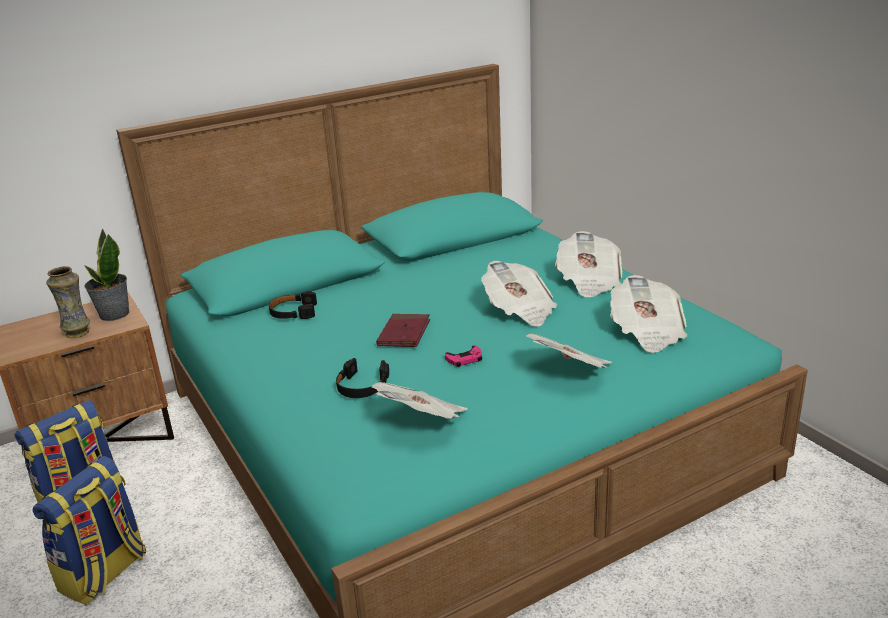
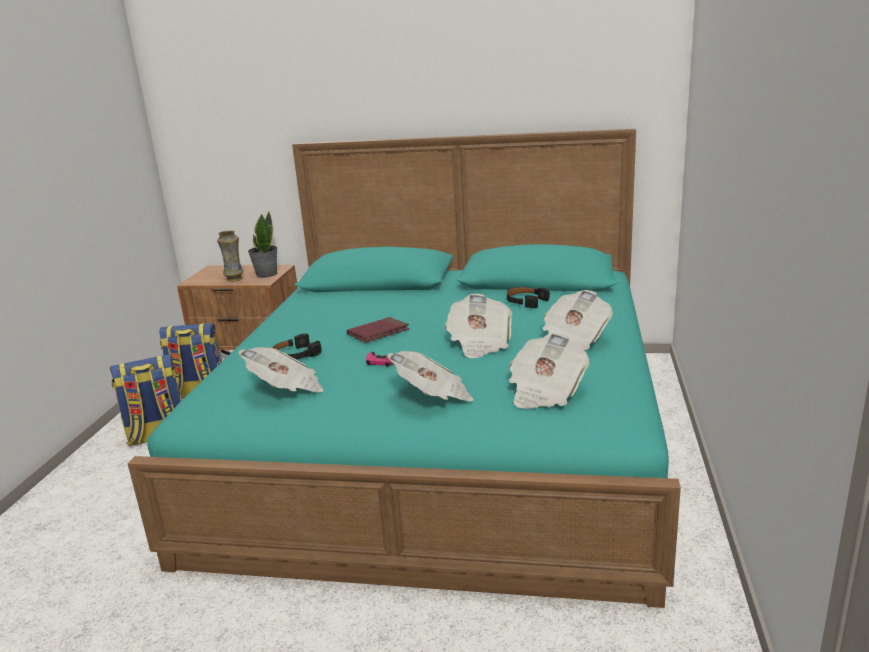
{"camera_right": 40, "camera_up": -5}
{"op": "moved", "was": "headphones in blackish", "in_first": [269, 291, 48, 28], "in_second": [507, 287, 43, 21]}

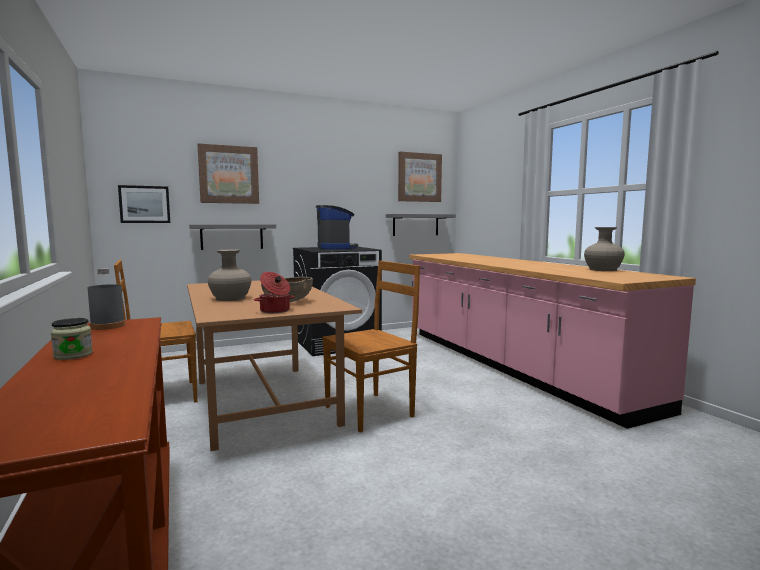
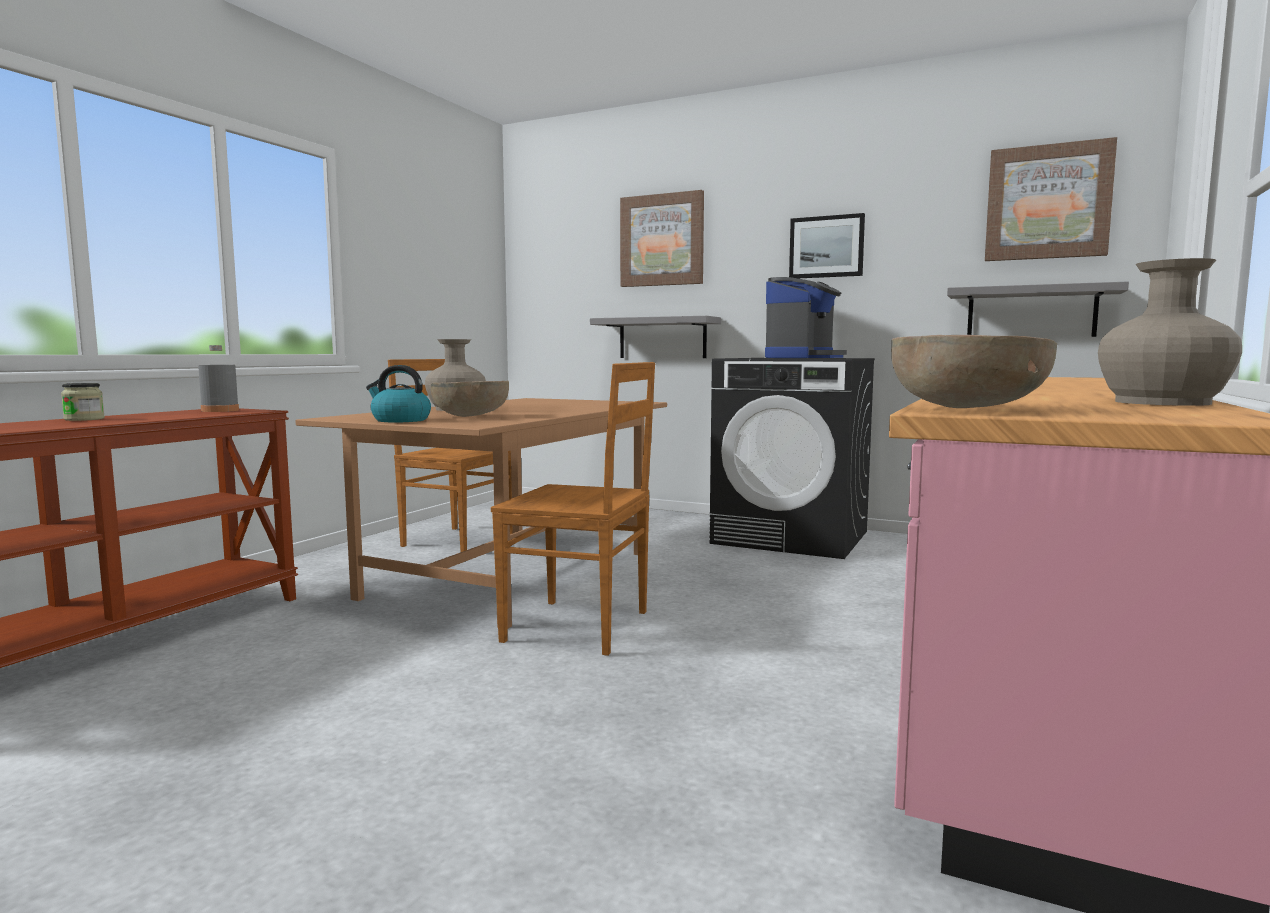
{"camera_right": 50, "camera_up": 0}
{"op": "added", "now": "deep dish in brownish", "in_second": [891, 335, 166, 73]}
{"op": "moved", "was": "picture", "in_first": [118, 185, 52, 38], "in_second": [789, 213, 76, 65]}
{"op": "replaced", "was": "cooking pot", "now": "water kettle", "in_first": [254, 272, 41, 41], "in_second": [366, 365, 65, 58]}

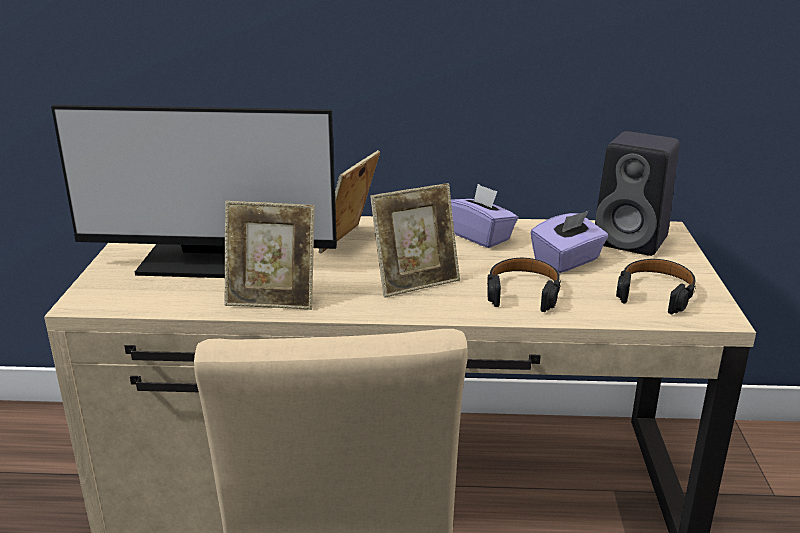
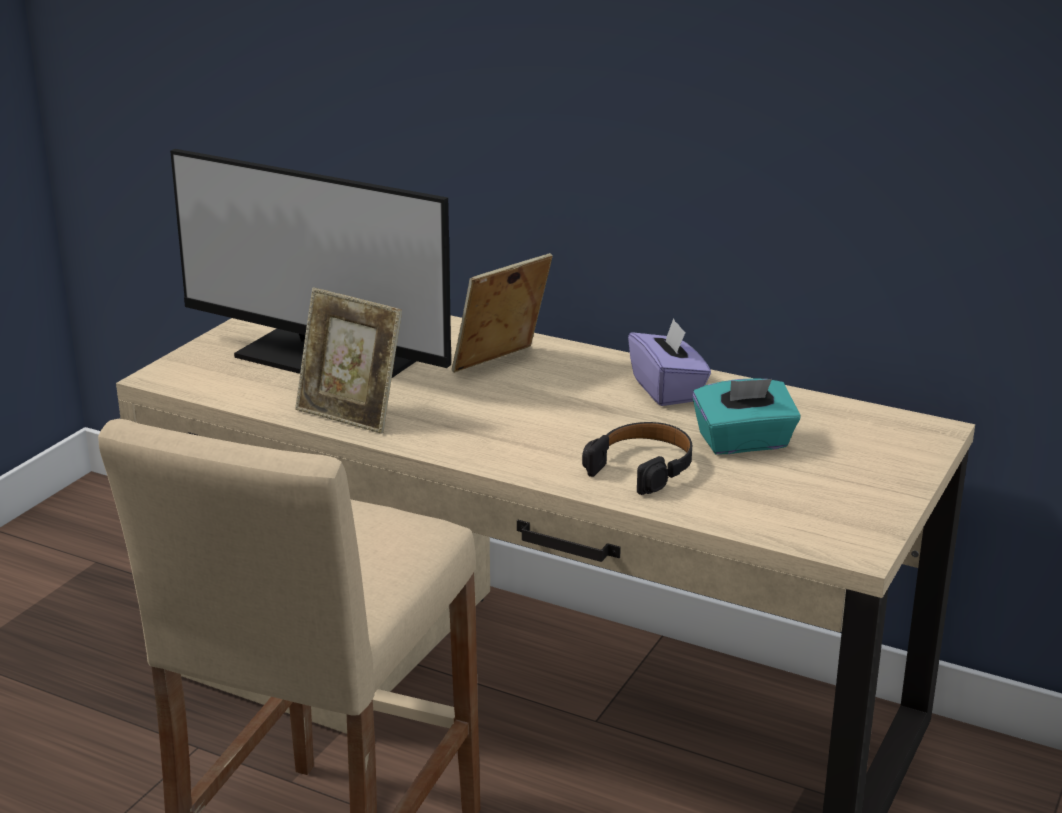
{"camera_right": 25, "camera_up": 0}
{"op": "removed", "was": "photo frame", "in_first": [370, 183, 90, 114]}
{"op": "removed", "was": "speaker in blackish", "in_first": [595, 131, 85, 125]}
{"op": "removed", "was": "headphones in blackish", "in_first": [616, 259, 80, 55]}
{"op": "recoloured", "was": "box of tissues in purple-coloured", "now": "box of tissues in turquoise", "in_first": [531, 211, 77, 62], "in_second": [692, 378, 109, 77]}

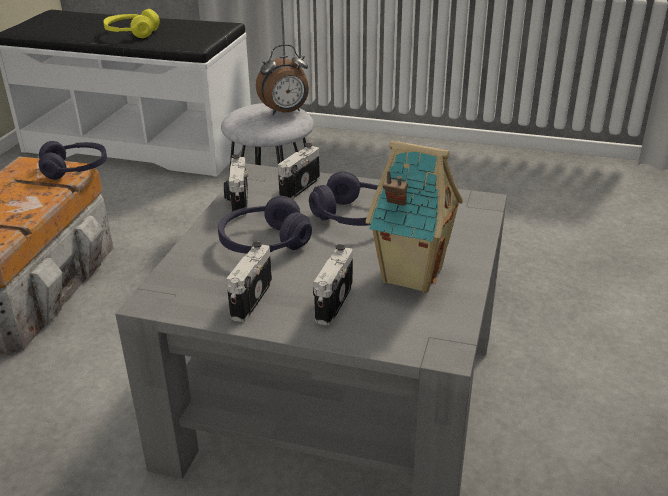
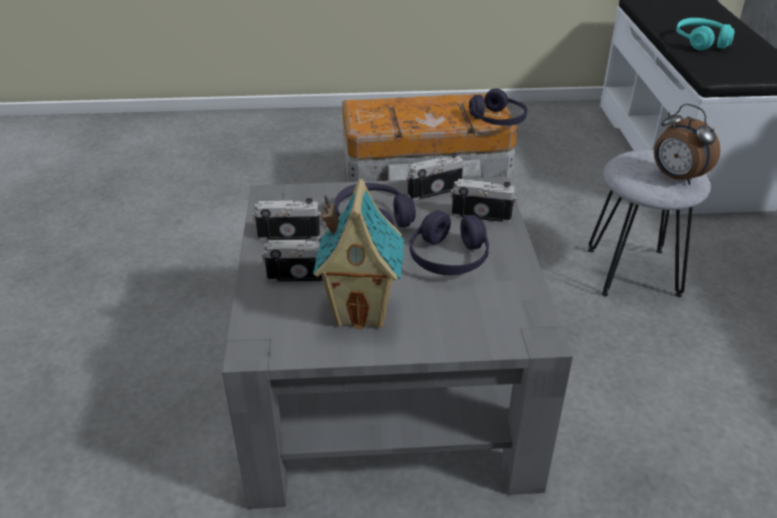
{"camera_right": 70, "camera_up": 5}
{"op": "recoloured", "was": "headphones in yellowish", "now": "headphones in turquoise", "in_first": [103, 9, 57, 29], "in_second": [676, 18, 59, 33]}

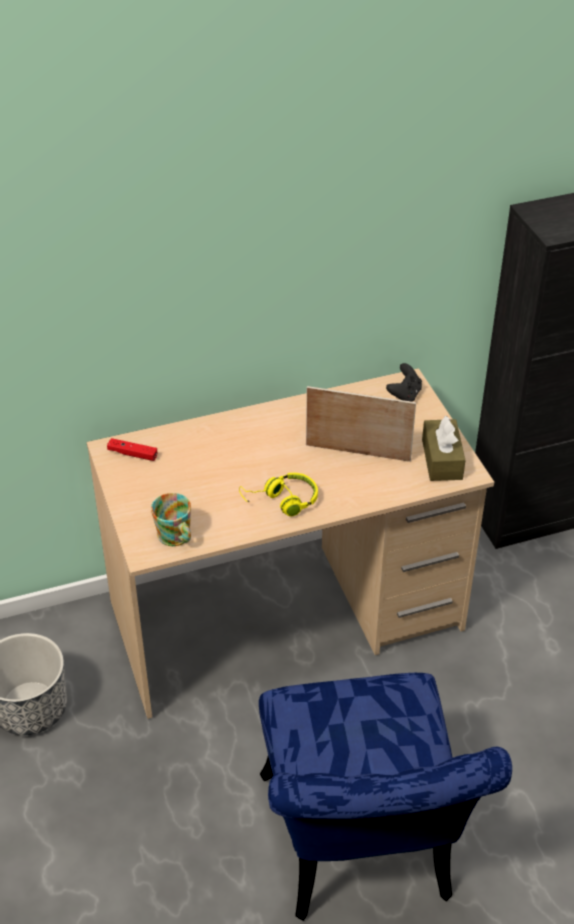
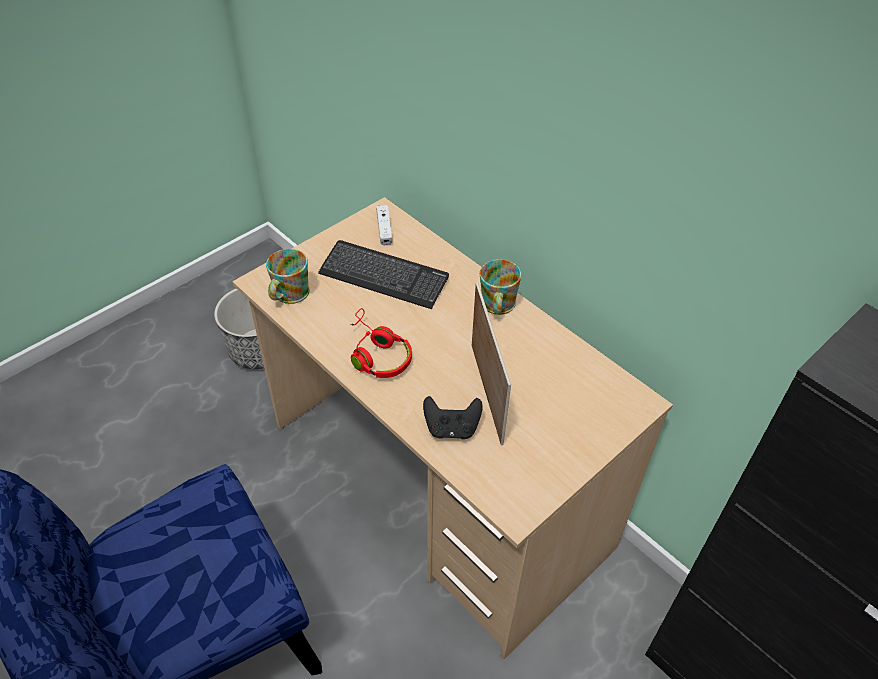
{"camera_right": 65, "camera_up": 5}
{"op": "removed", "was": "box of tissues in brownish", "in_first": [422, 415, 44, 66]}
{"op": "added", "now": "computer keyboard", "in_second": [318, 240, 131, 69]}
{"op": "added", "now": "tea mug", "in_second": [480, 259, 41, 56]}
{"op": "moved", "was": "gamepad in blackish", "in_first": [386, 363, 36, 39], "in_second": [423, 396, 59, 43]}
{"op": "recoloured", "was": "gamepad in red", "now": "gamepad in white-coloured", "in_first": [107, 438, 50, 23], "in_second": [377, 205, 15, 40]}
{"op": "recoloured", "was": "headphones in yellowish", "now": "headphones in red", "in_first": [239, 473, 79, 43], "in_second": [350, 308, 62, 70]}

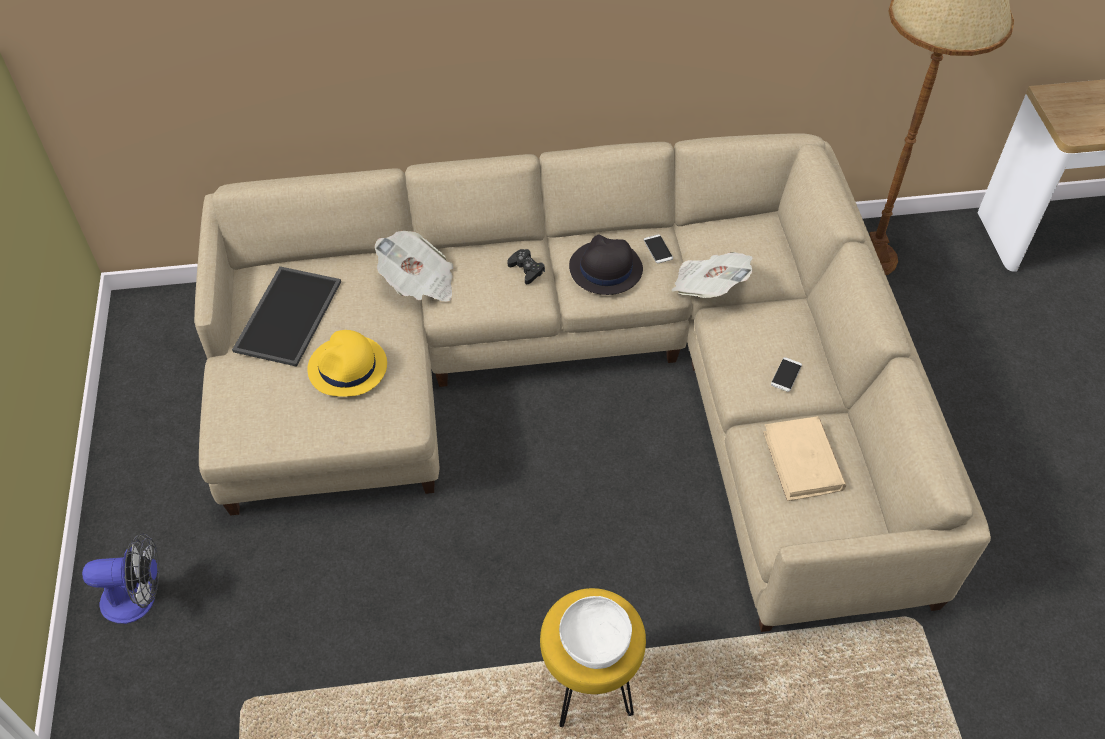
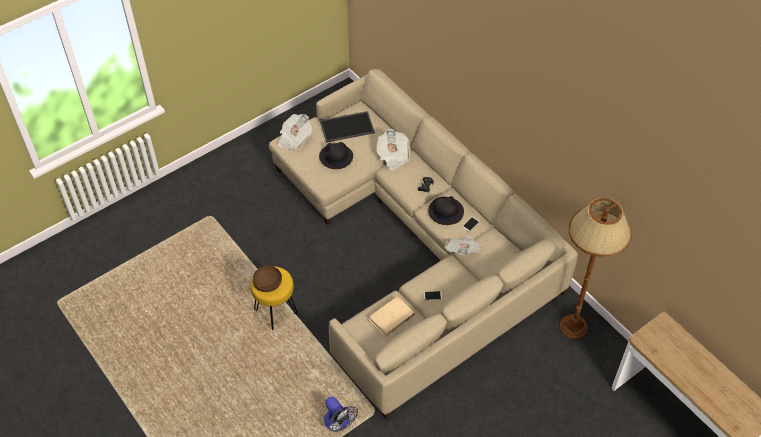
{"camera_right": 60, "camera_up": 0}
{"op": "added", "now": "printed paper", "in_second": [278, 114, 34, 37]}
{"op": "moved", "was": "electric fan", "in_first": [82, 533, 77, 91], "in_second": [324, 396, 34, 36]}
{"op": "recoloured", "was": "hat in yellowish", "now": "hat in blackish", "in_first": [307, 330, 80, 67], "in_second": [319, 142, 34, 27]}
{"op": "recoloured", "was": "deep dish in white-coloured", "now": "deep dish in brownish", "in_first": [559, 596, 73, 73], "in_second": [253, 266, 29, 26]}

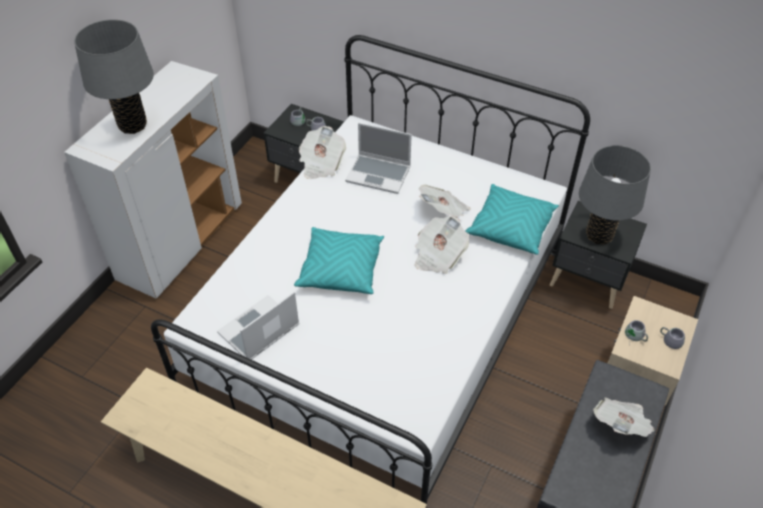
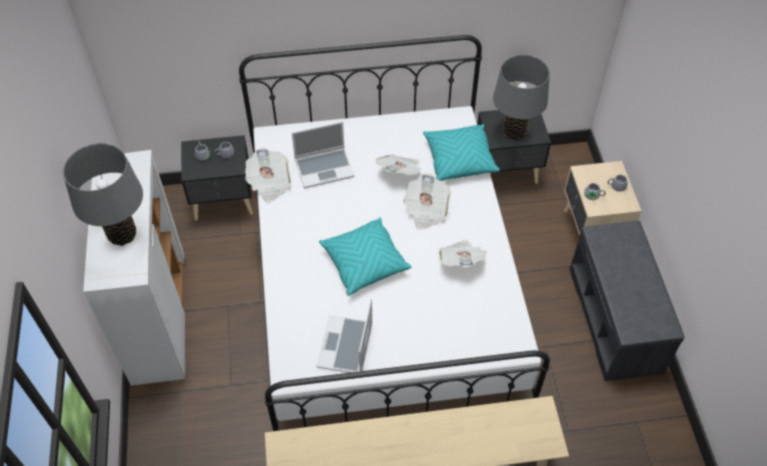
{"camera_right": -35, "camera_up": 5}
{"op": "moved", "was": "printed paper", "in_first": [593, 398, 62, 39], "in_second": [438, 240, 49, 28]}

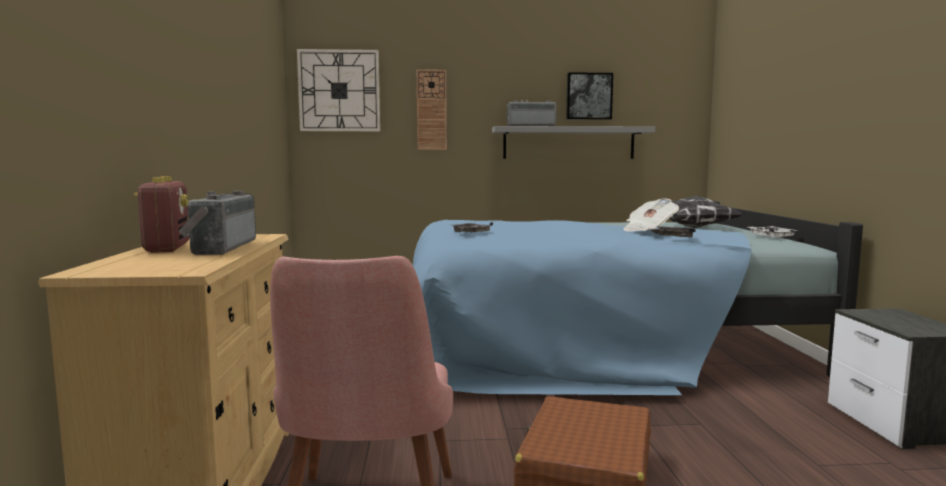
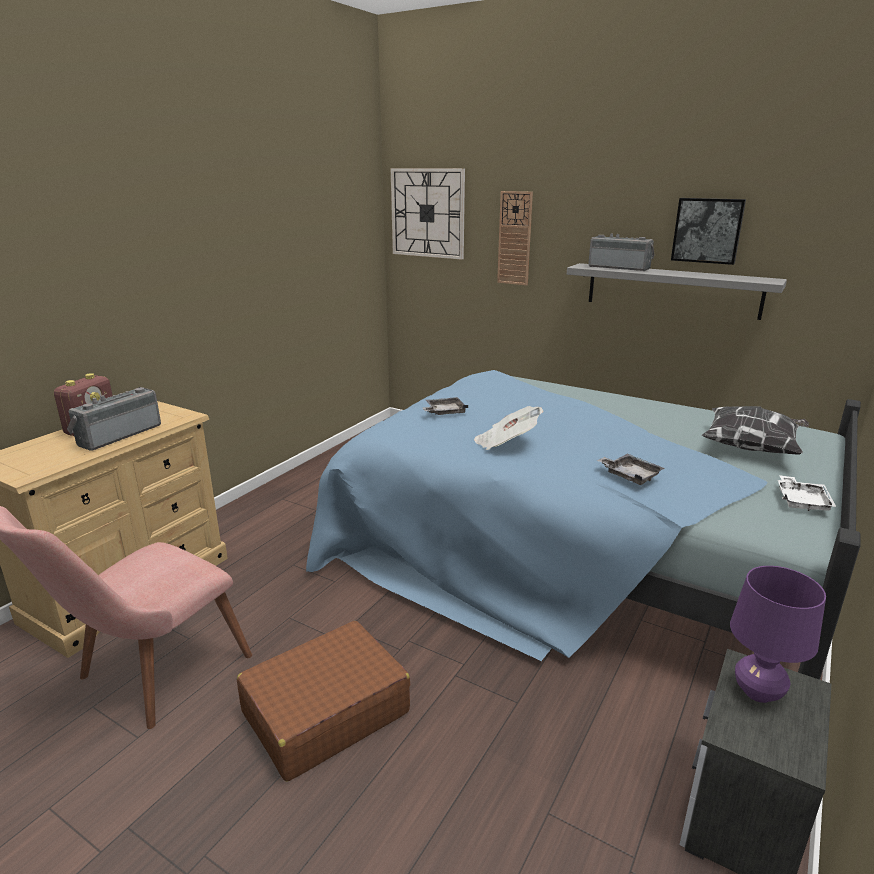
{"camera_right": 35, "camera_up": 15}
{"op": "added", "now": "tabletop lamp in purple-coloured", "in_second": [730, 566, 96, 137]}
{"op": "moved", "was": "printed paper", "in_first": [623, 198, 56, 34], "in_second": [474, 406, 69, 44]}

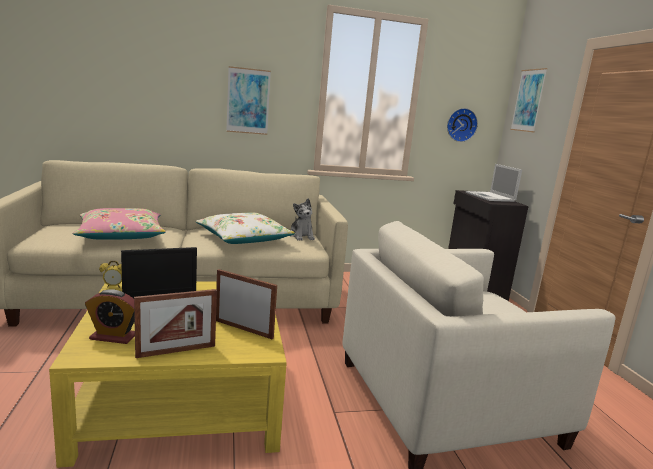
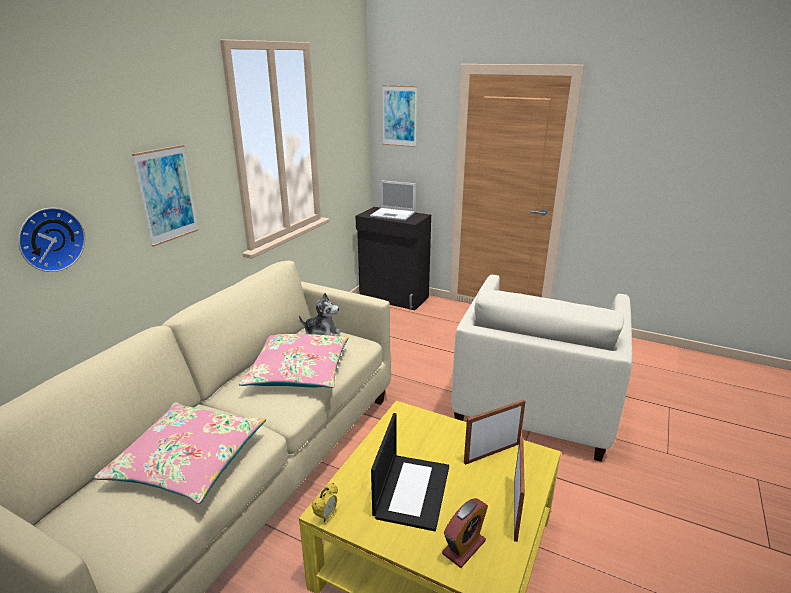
{"camera_right": -50, "camera_up": 10}
{"op": "moved", "was": "wall clock", "in_first": [447, 108, 31, 34], "in_second": [18, 208, 67, 64]}
{"op": "recoloured", "was": "cushion in white-coloured", "now": "cushion in pinkish", "in_first": [195, 212, 100, 32], "in_second": [239, 334, 110, 54]}

